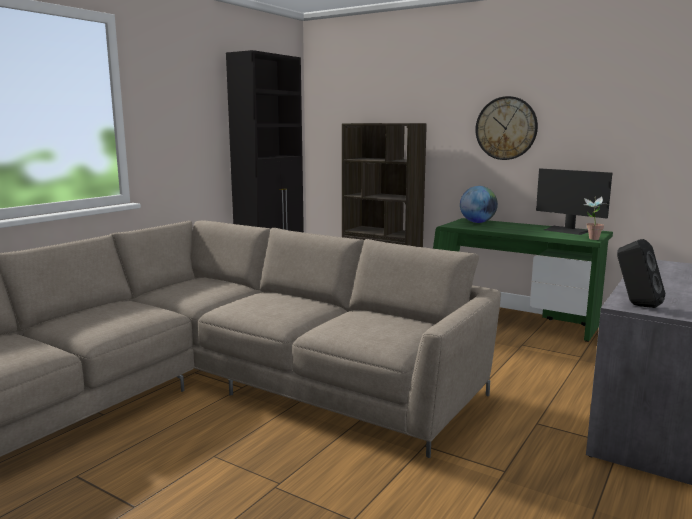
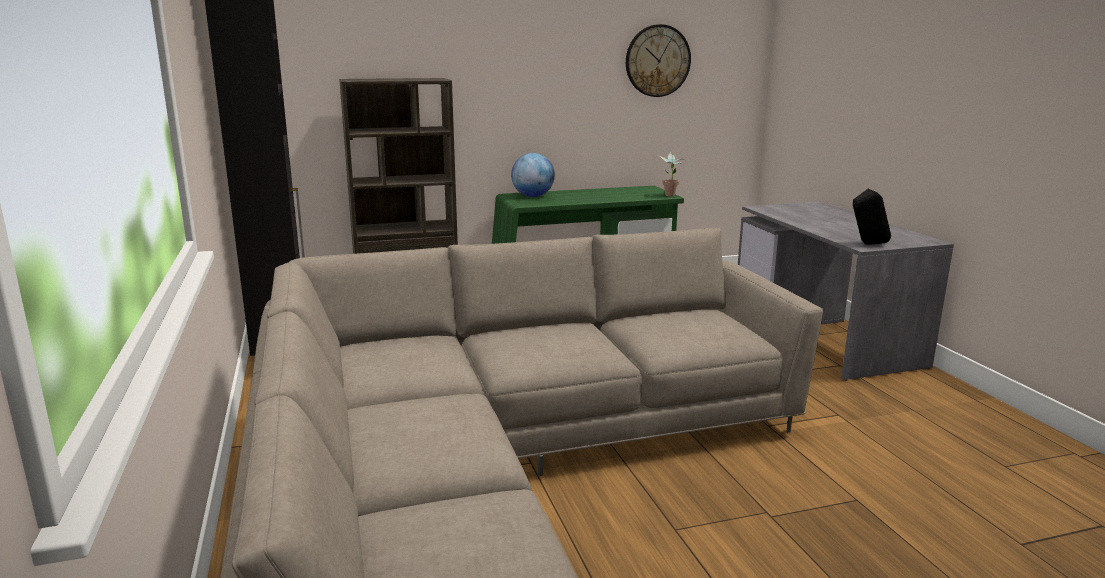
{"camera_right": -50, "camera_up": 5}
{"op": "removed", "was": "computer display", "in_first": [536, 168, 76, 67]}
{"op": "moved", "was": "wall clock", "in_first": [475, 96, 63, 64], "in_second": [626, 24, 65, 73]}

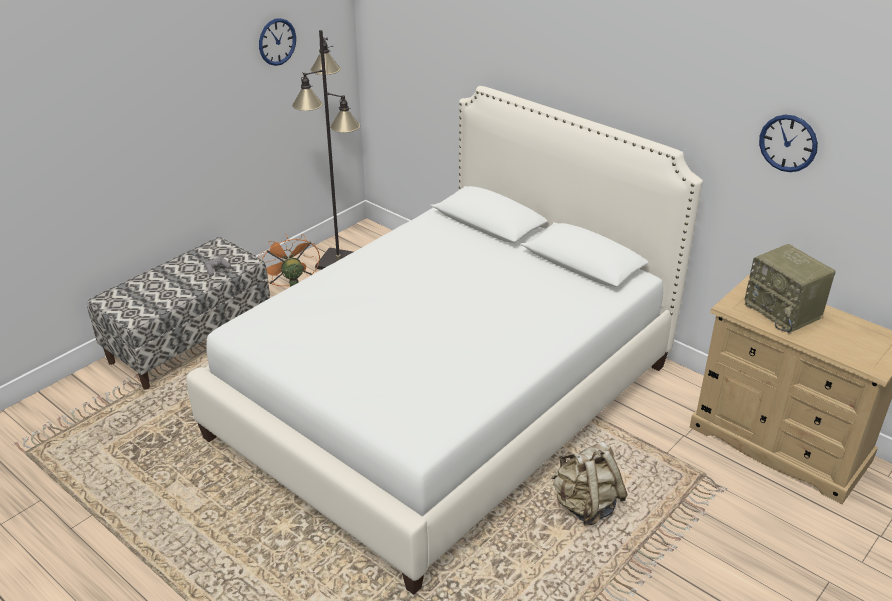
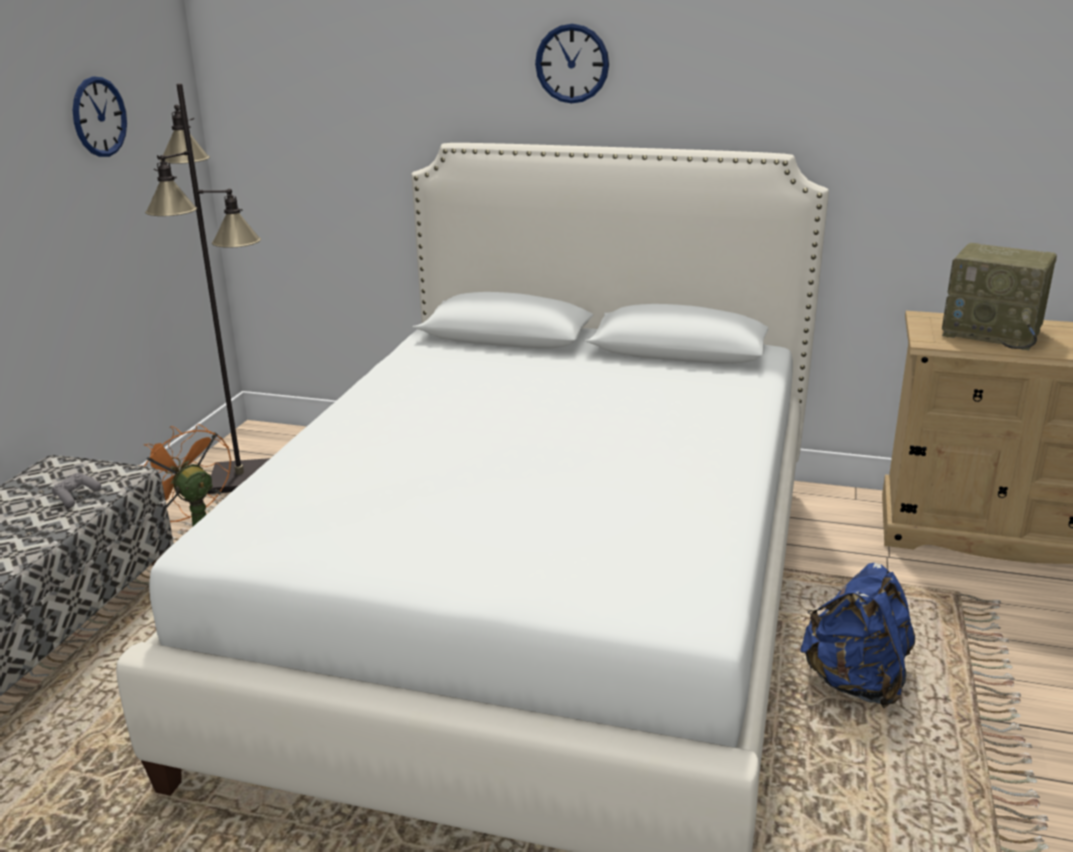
{"camera_right": -25, "camera_up": -10}
{"op": "moved", "was": "wall clock", "in_first": [759, 115, 59, 57], "in_second": [535, 24, 74, 79]}
{"op": "recoloured", "was": "knapsack in sand-coloured", "now": "knapsack in blue", "in_first": [551, 441, 77, 85], "in_second": [800, 562, 115, 146]}

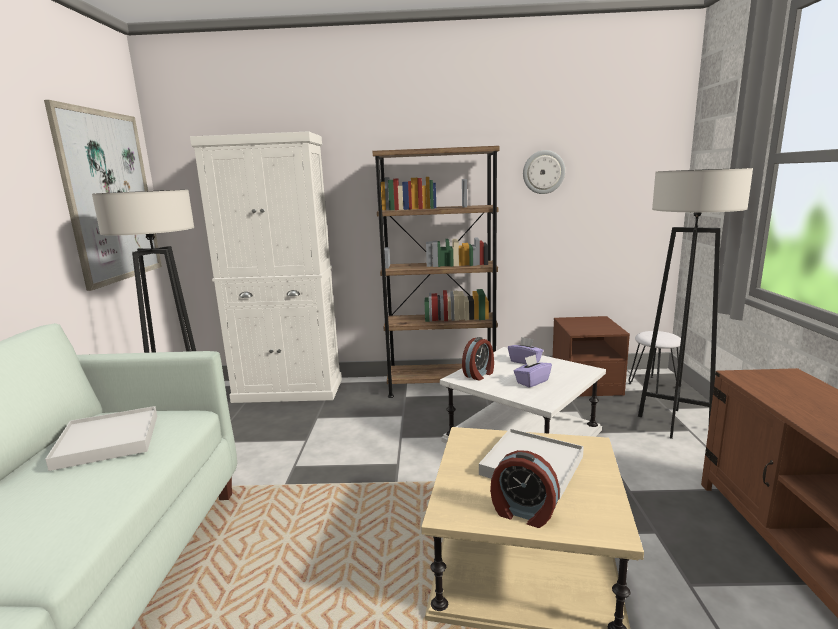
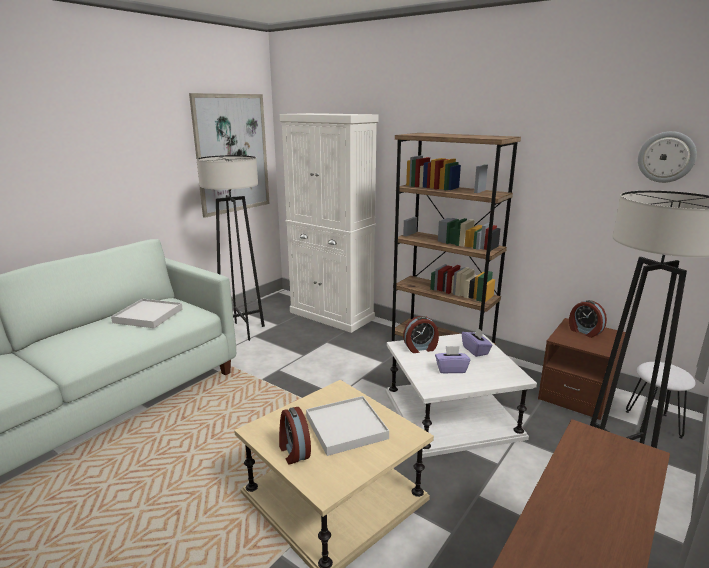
{"camera_right": 35, "camera_up": 5}
{"op": "added", "now": "table clock", "in_second": [569, 300, 38, 38]}
{"op": "moved", "was": "wall clock", "in_first": [523, 150, 42, 44], "in_second": [638, 131, 59, 52]}

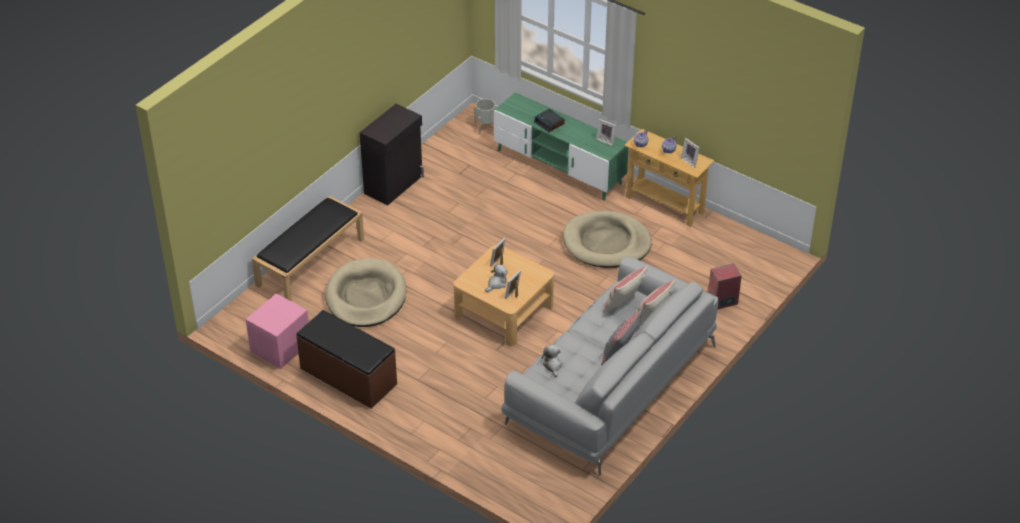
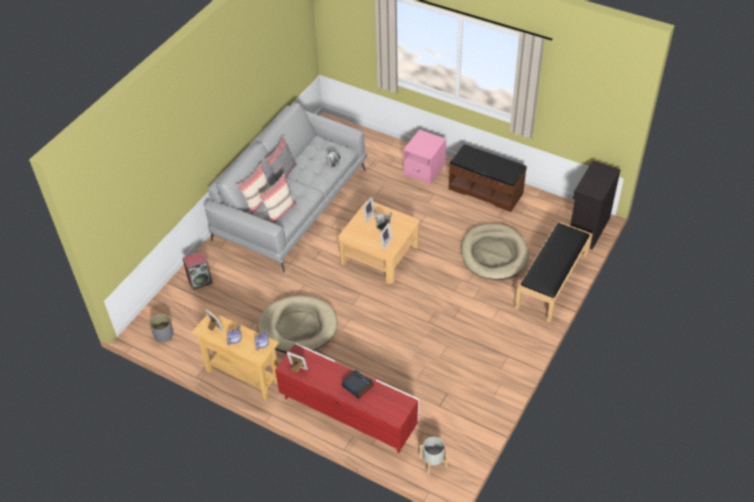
{"camera_right": 175, "camera_up": 5}
{"op": "added", "now": "planter in greyish", "in_second": [149, 314, 24, 28]}
{"op": "moved", "was": "night table in pinkish", "in_first": [246, 293, 62, 76], "in_second": [403, 129, 43, 55]}
{"op": "moved", "was": "cabinet in blackish", "in_first": [359, 104, 65, 102], "in_second": [570, 160, 51, 90]}
{"op": "recoloured", "was": "tv stand in green", "now": "tv stand in red", "in_first": [494, 92, 135, 108], "in_second": [275, 343, 144, 110]}

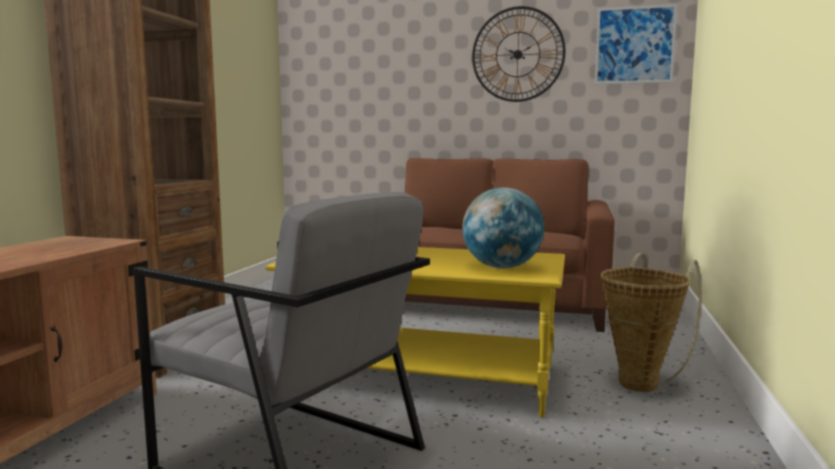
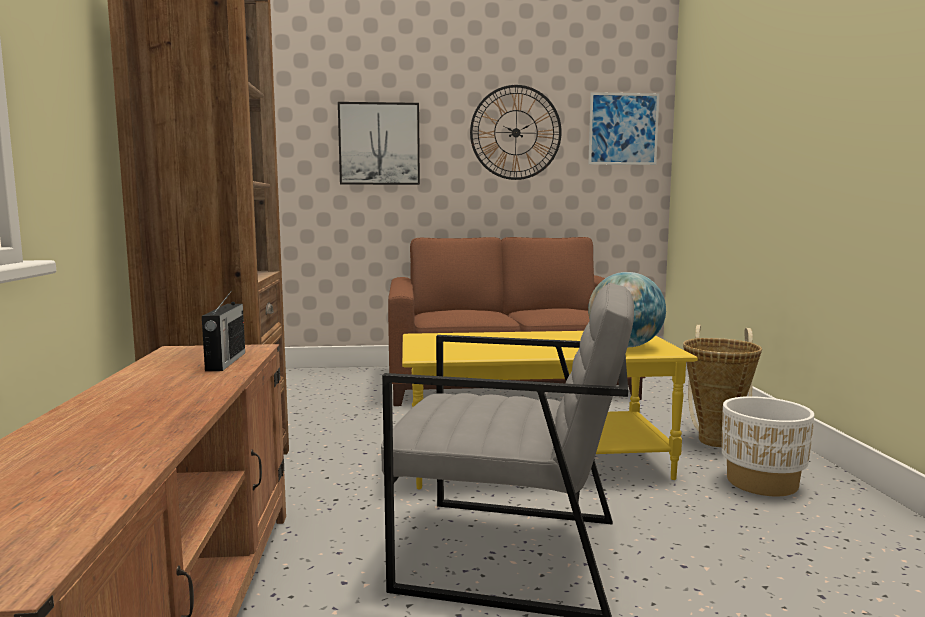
{"camera_right": -20, "camera_up": 0}
{"op": "added", "now": "radio receiver", "in_second": [202, 290, 43, 81]}
{"op": "added", "now": "picture", "in_second": [338, 102, 82, 83]}
{"op": "added", "now": "planter in white-coloured", "in_second": [722, 396, 92, 100]}

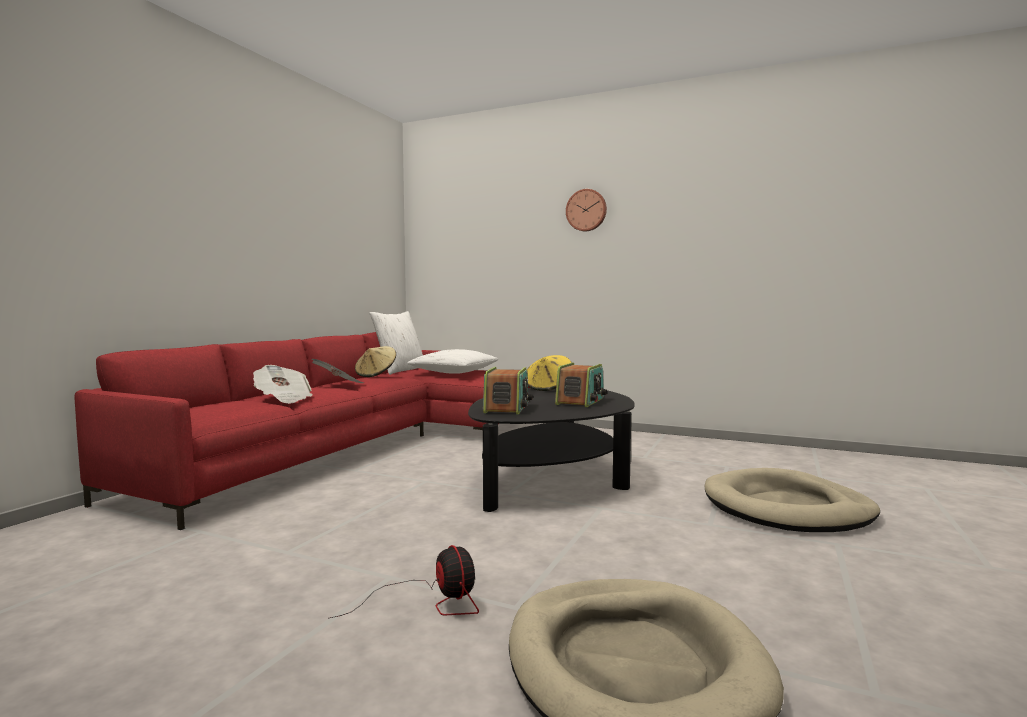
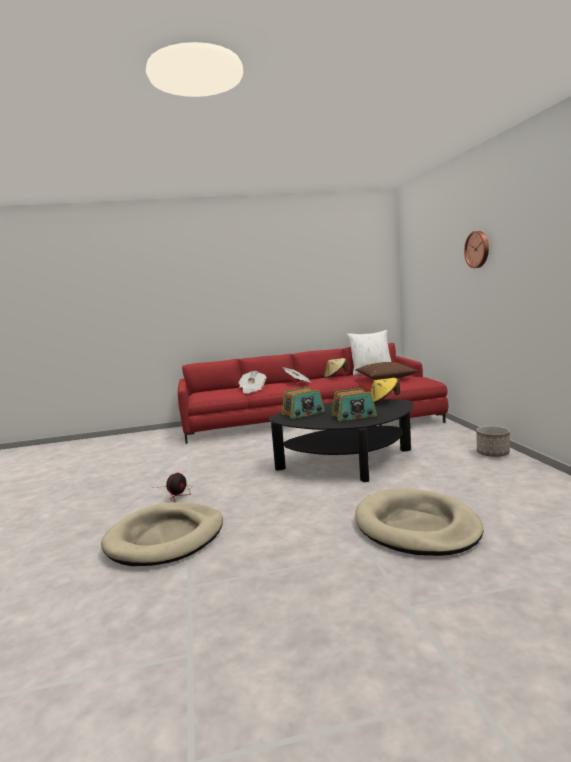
{"camera_right": 55, "camera_up": 5}
{"op": "added", "now": "planter", "in_second": [477, 426, 33, 31]}
{"op": "recoloured", "was": "cushion in white-coloured", "now": "cushion in brownish", "in_first": [407, 349, 92, 25], "in_second": [356, 362, 62, 18]}

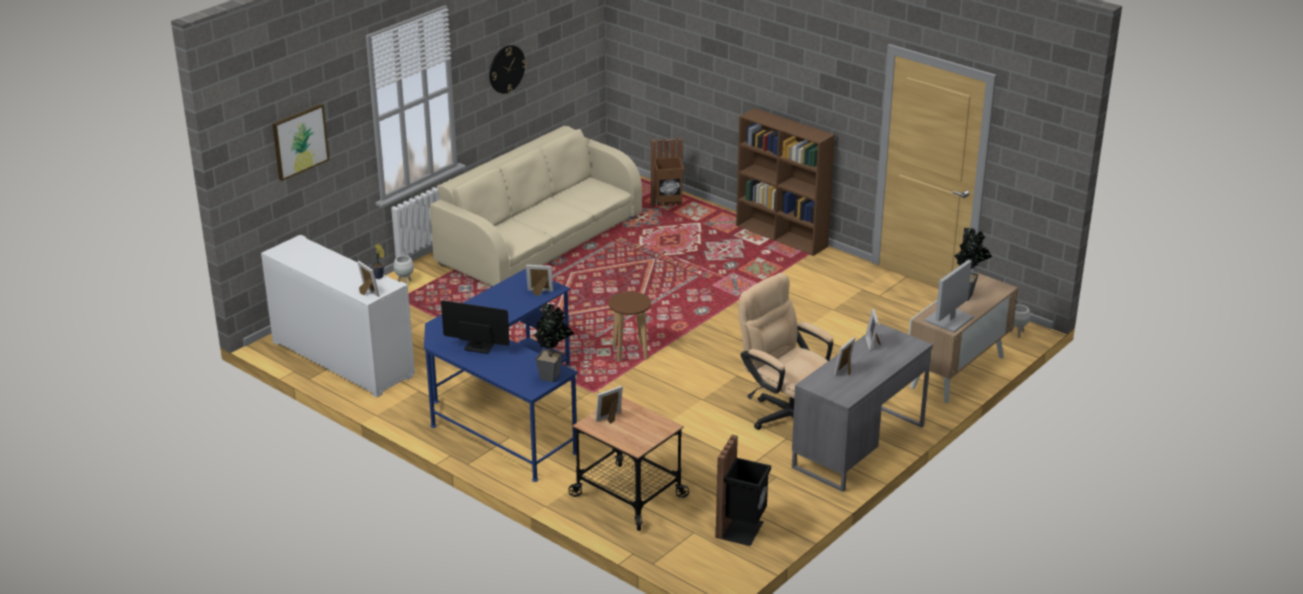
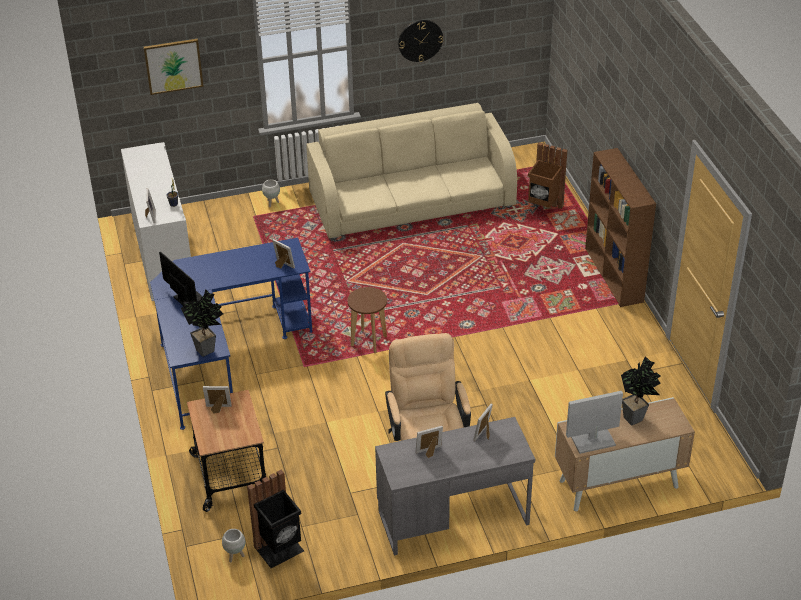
{"camera_right": 35, "camera_up": 10}
{"op": "moved", "was": "planter in white-coloured", "in_first": [1010, 305, 20, 33], "in_second": [222, 529, 23, 33]}

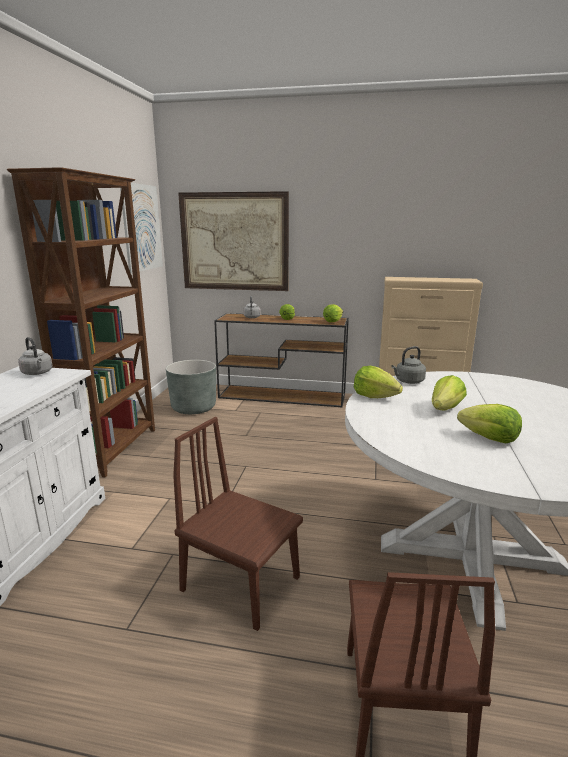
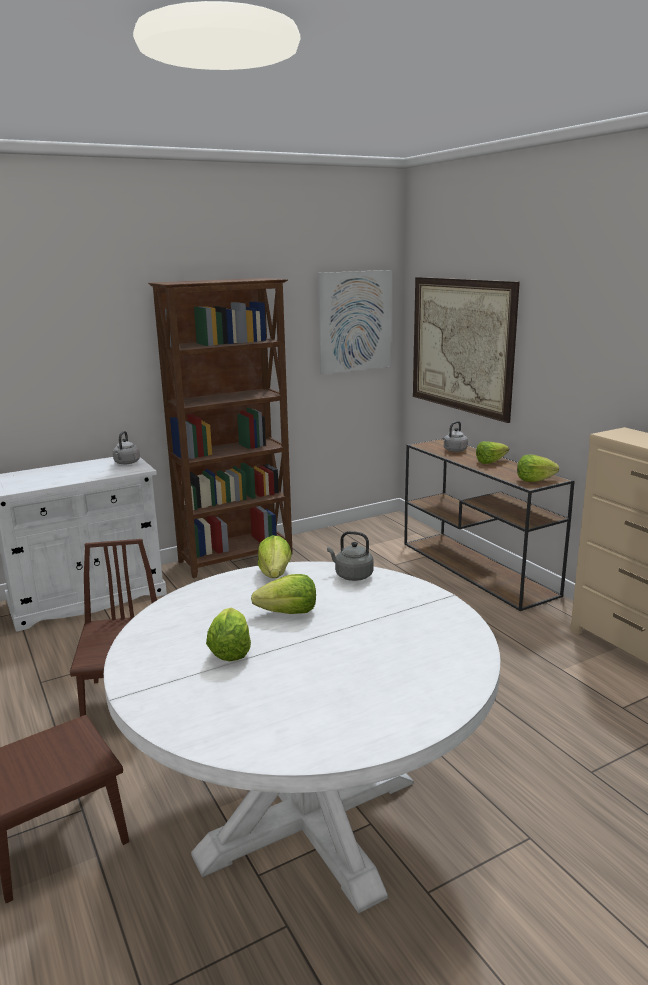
{"camera_right": 50, "camera_up": 0}
{"op": "removed", "was": "planter in greyish", "in_first": [166, 360, 50, 54]}

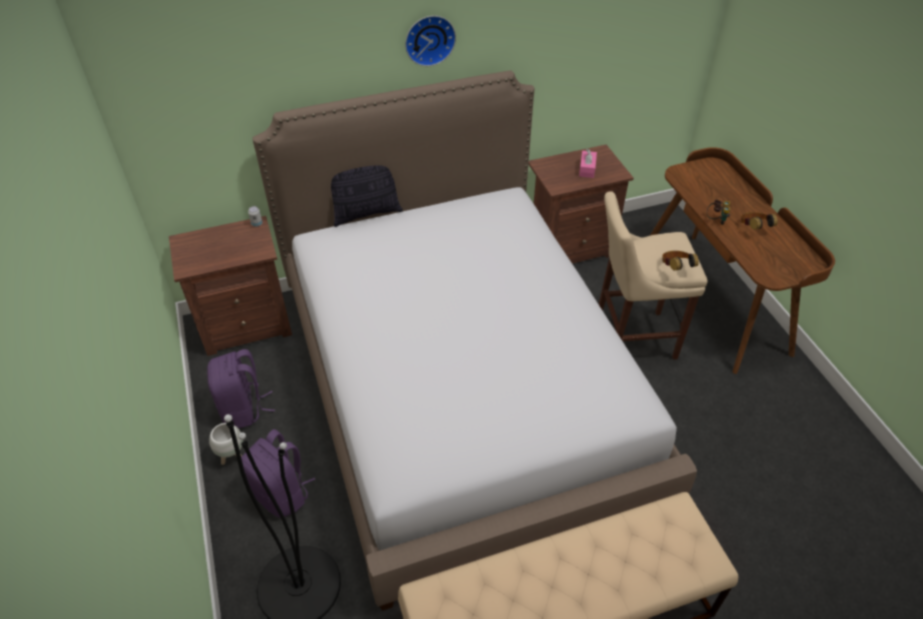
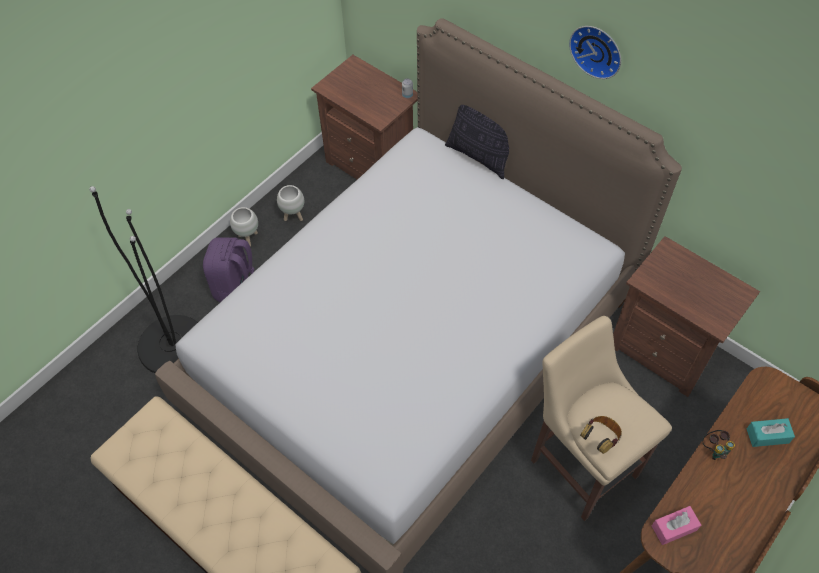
{"camera_right": 60, "camera_up": 10}
{"op": "removed", "was": "headphones", "in_first": [741, 212, 37, 18]}
{"op": "added", "now": "box of tissues in turquoise", "in_second": [747, 418, 48, 29]}
{"op": "moved", "was": "box of tissues in pinkish", "in_first": [579, 149, 18, 29], "in_second": [652, 506, 49, 39]}
{"op": "replaced", "was": "knapsack in purple-coloured", "now": "planter in white-coloured", "in_first": [207, 349, 68, 79], "in_second": [277, 185, 27, 36]}

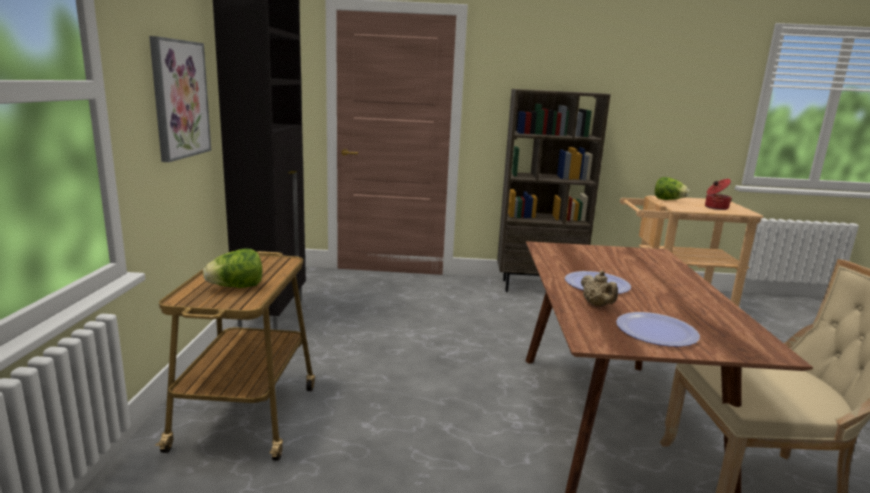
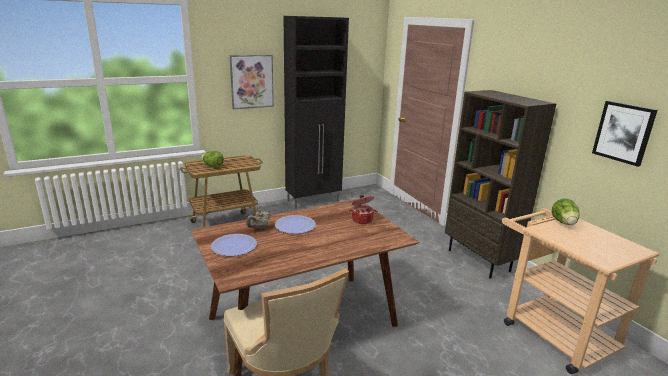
{"camera_right": 60, "camera_up": 5}
{"op": "added", "now": "picture", "in_second": [592, 101, 66, 66]}
{"op": "moved", "was": "cooking pot", "in_first": [705, 179, 27, 31], "in_second": [348, 195, 30, 29]}

